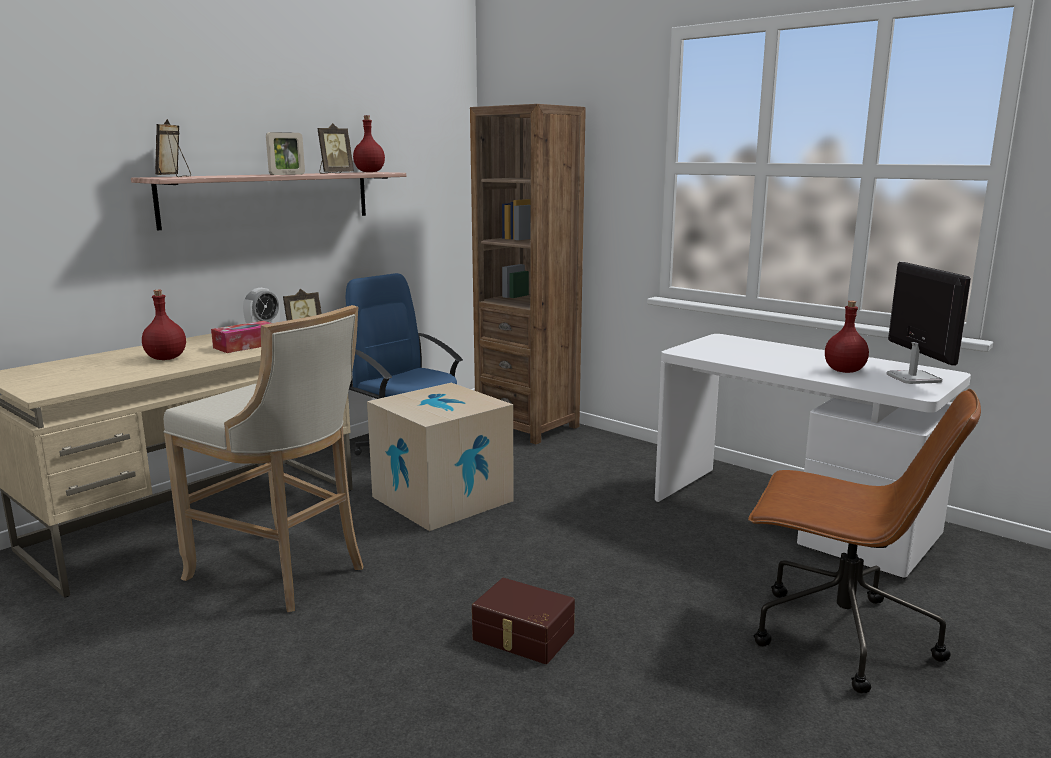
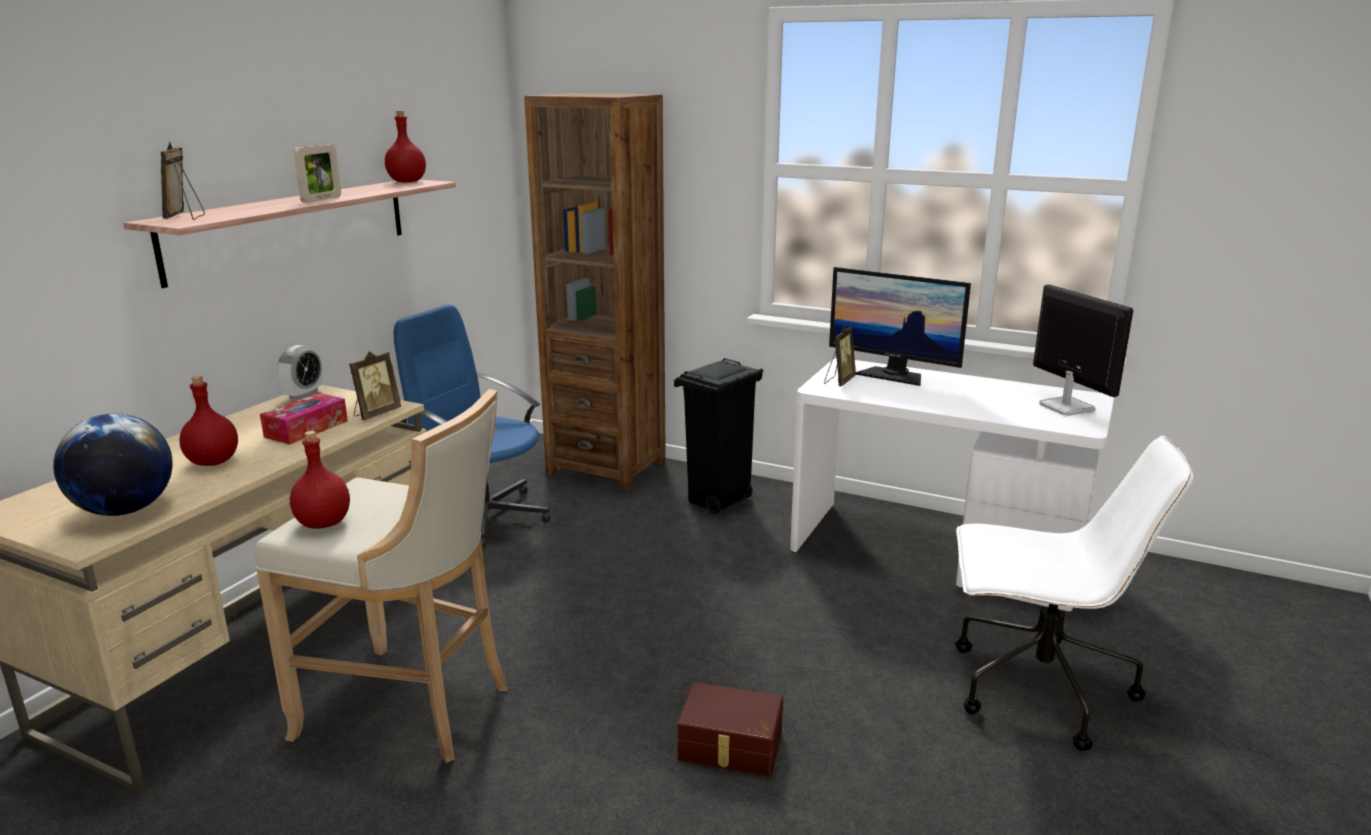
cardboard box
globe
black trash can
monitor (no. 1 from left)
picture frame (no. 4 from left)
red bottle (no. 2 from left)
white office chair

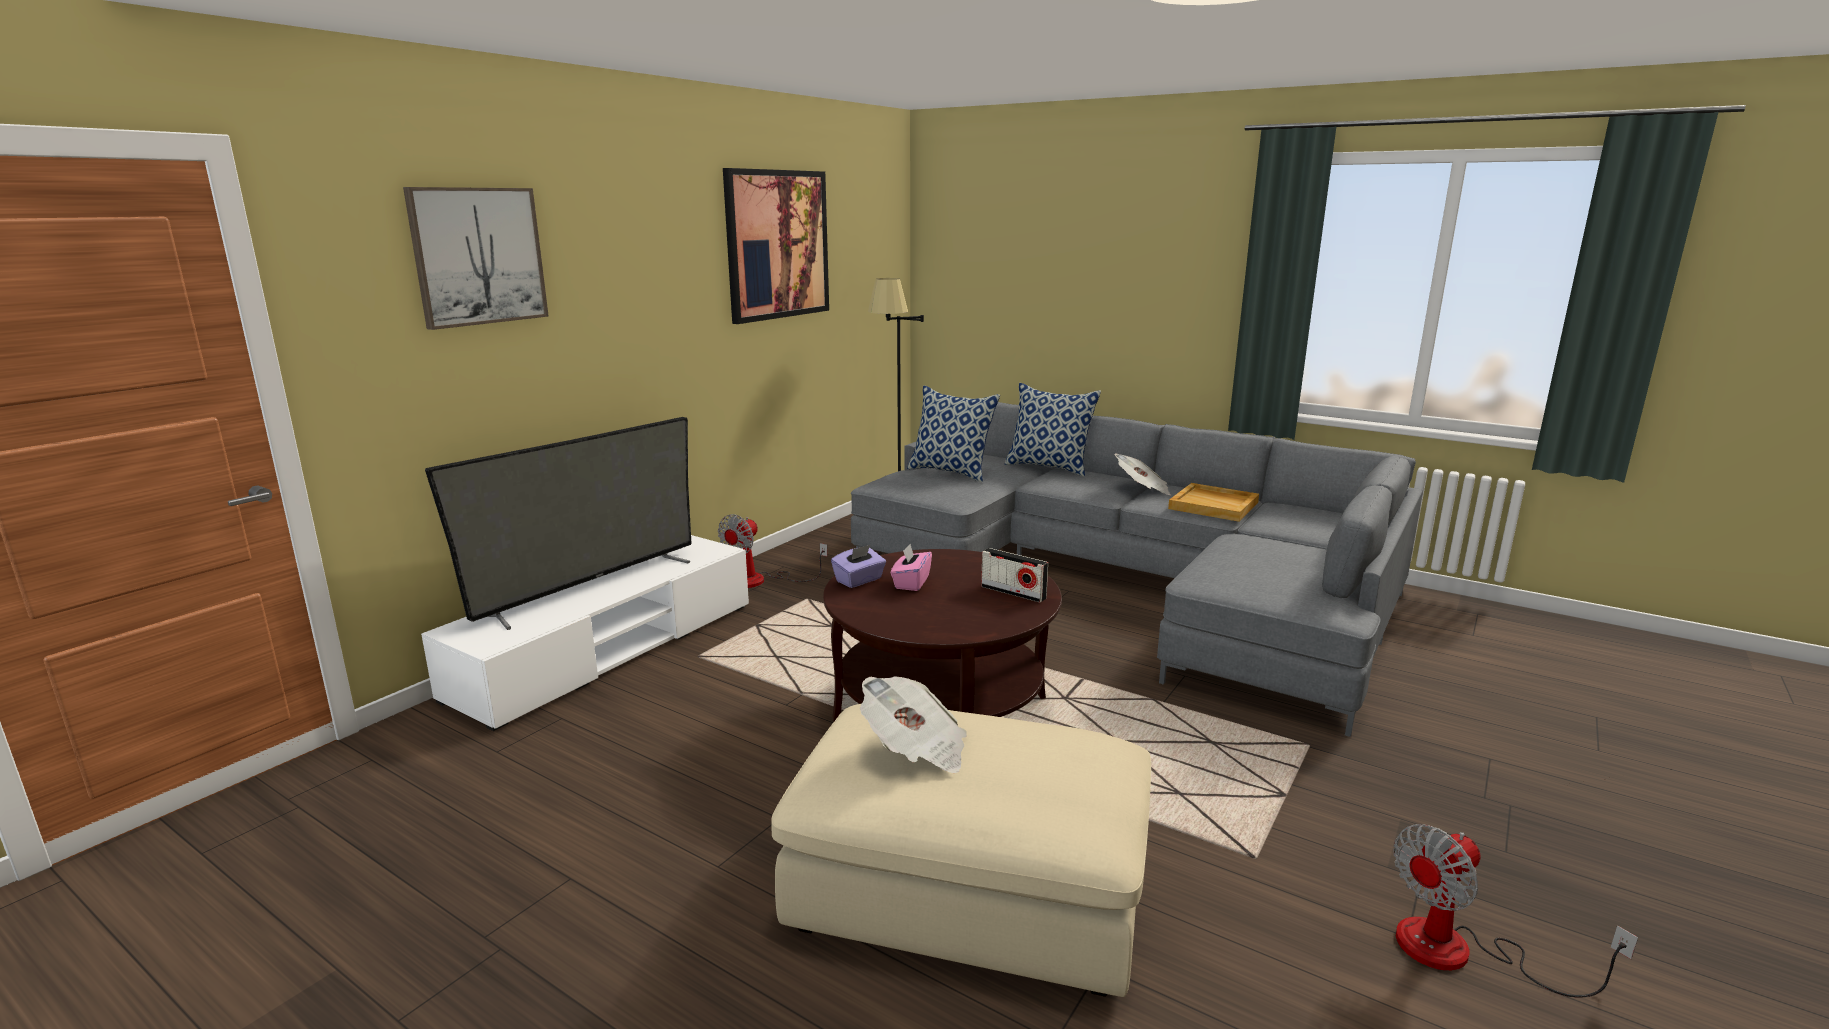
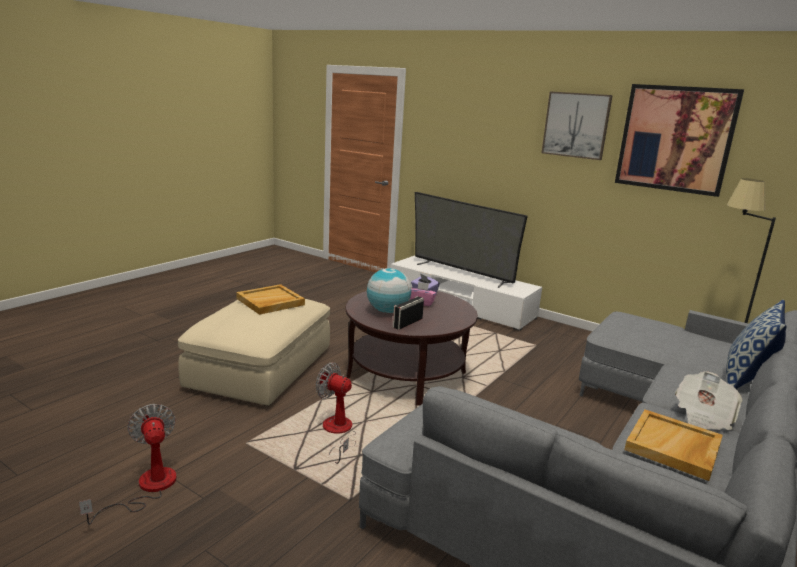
pillow (no. 1 from left in the first image)
globe
picture (no. 1 from left)
fan (no. 2 from left)
beige tray (no. 1 from left)

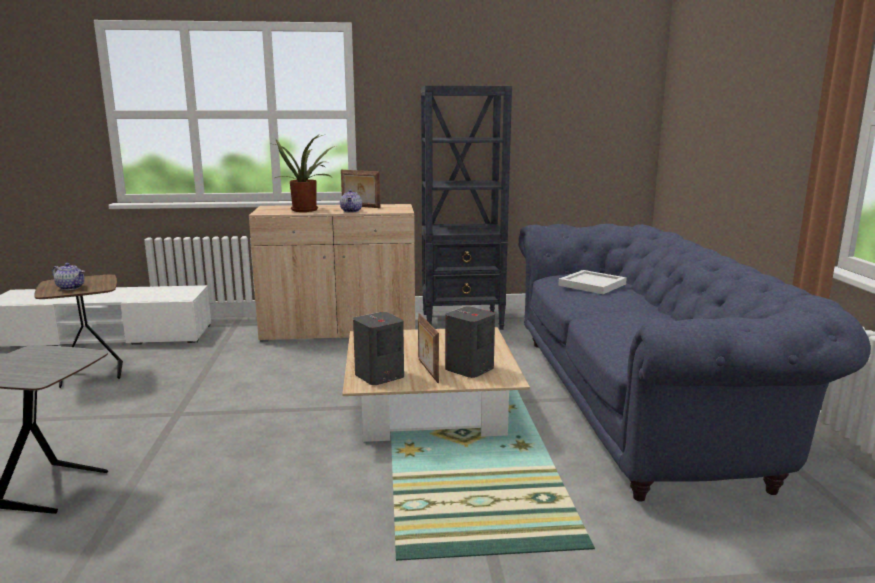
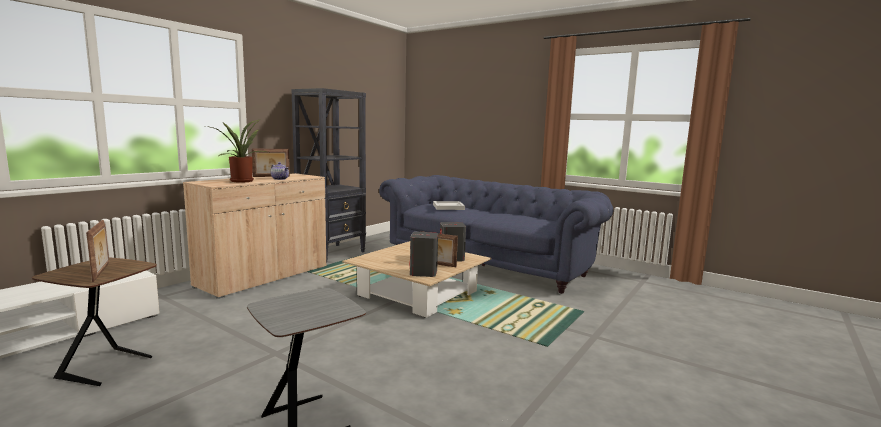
picture frame (no. 1 from left)

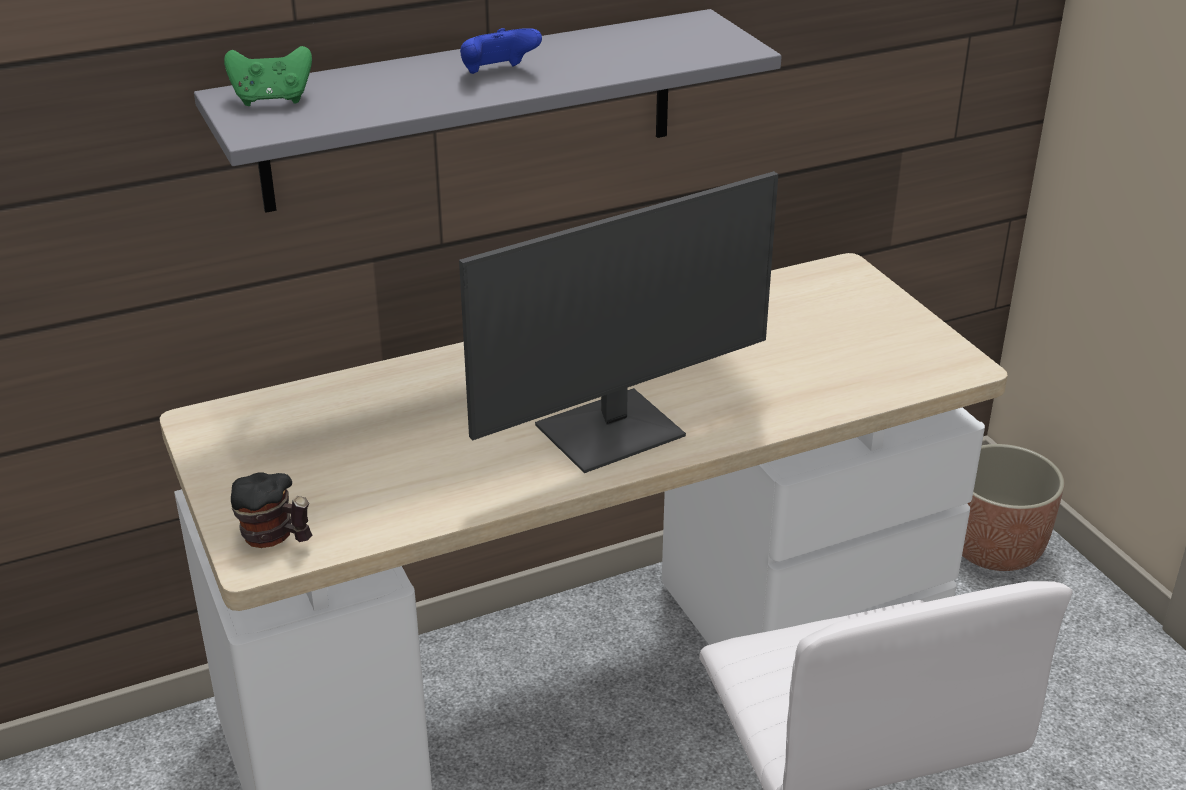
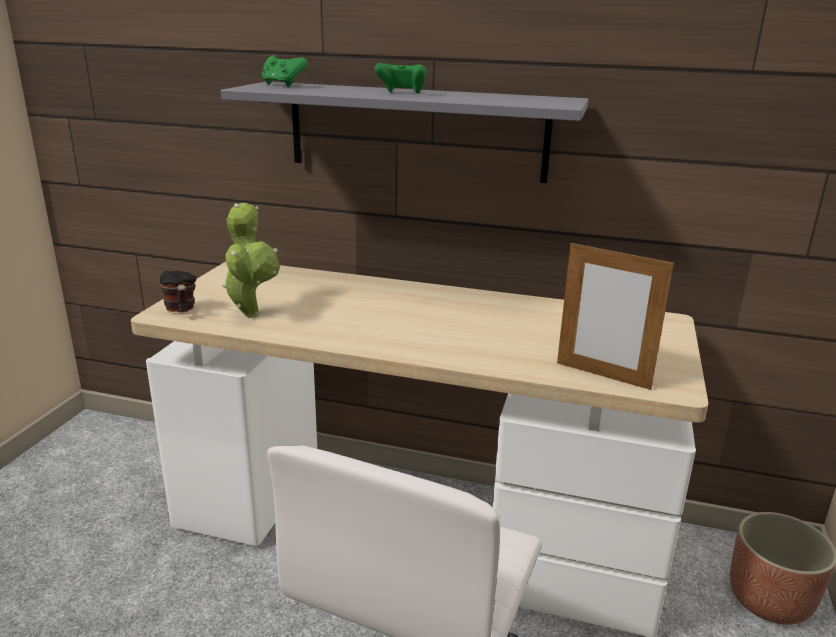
monitor
potted plant
picture frame
green game controller (no. 2 from left)

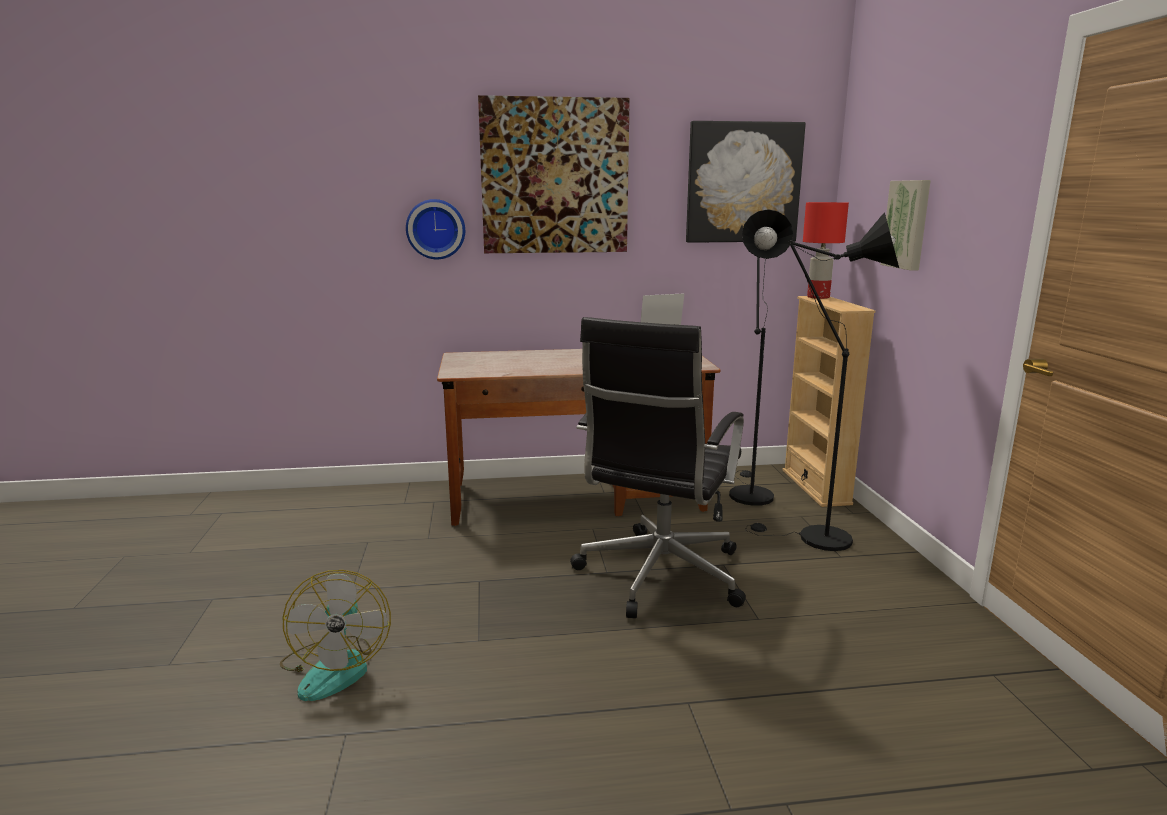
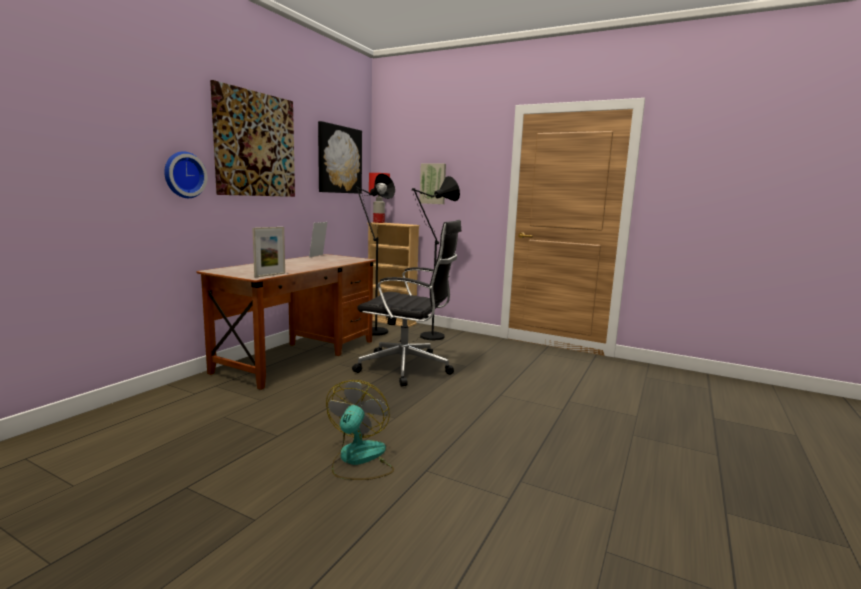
picture frame (no. 1 from left)
fan
black office chair

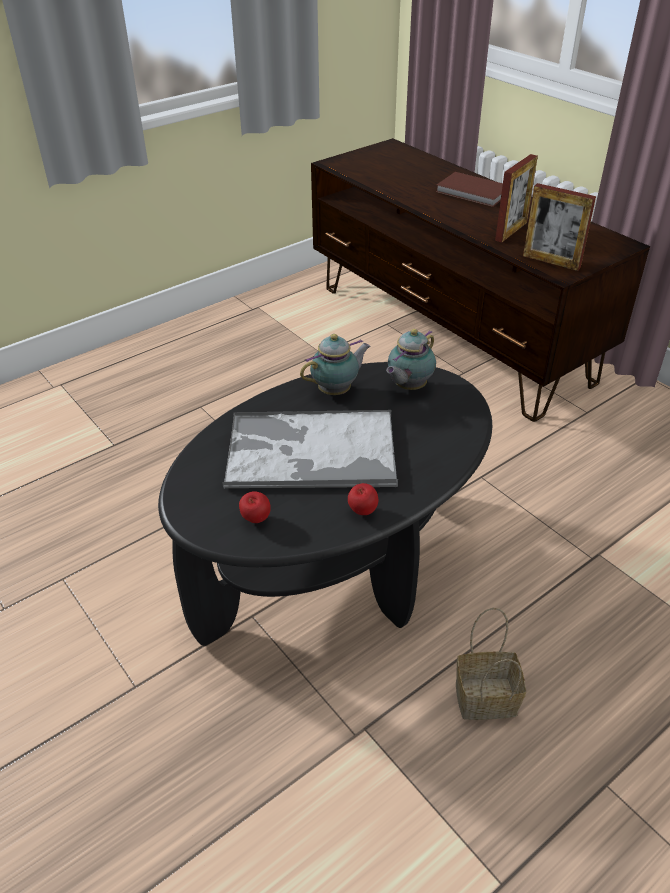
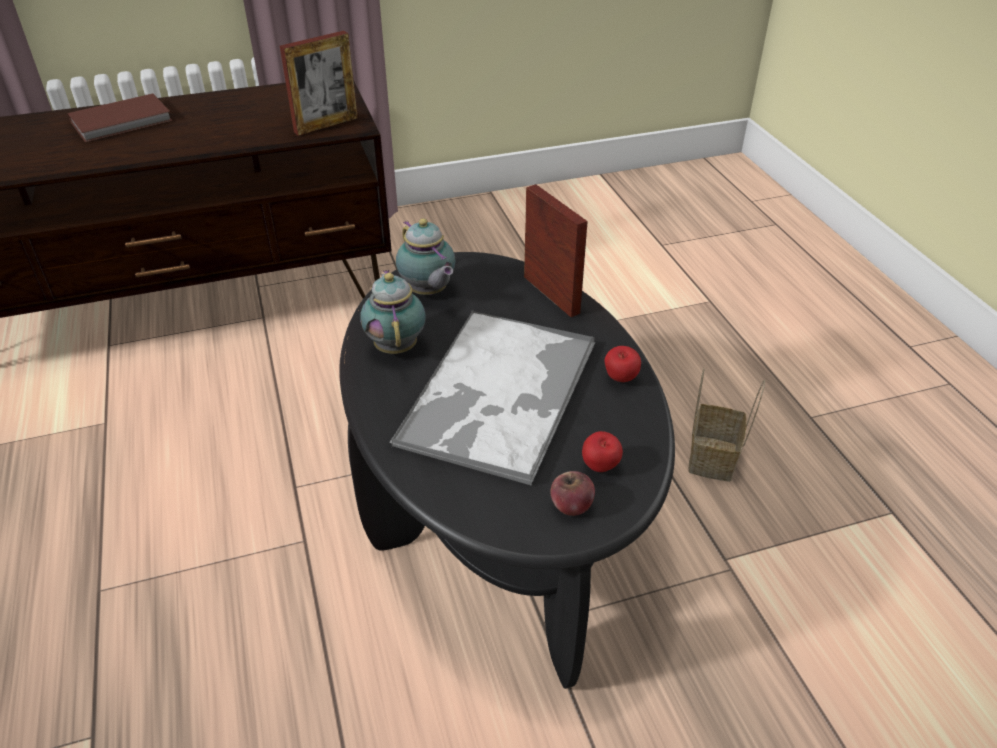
apple (no. 1 from left)
picture frame (no. 2 from left)

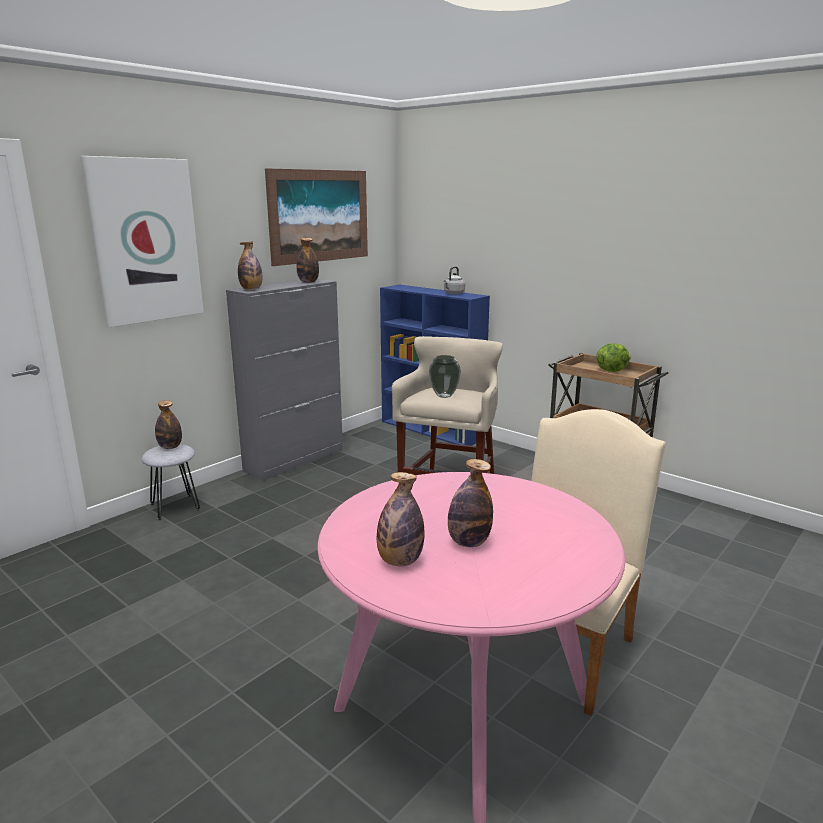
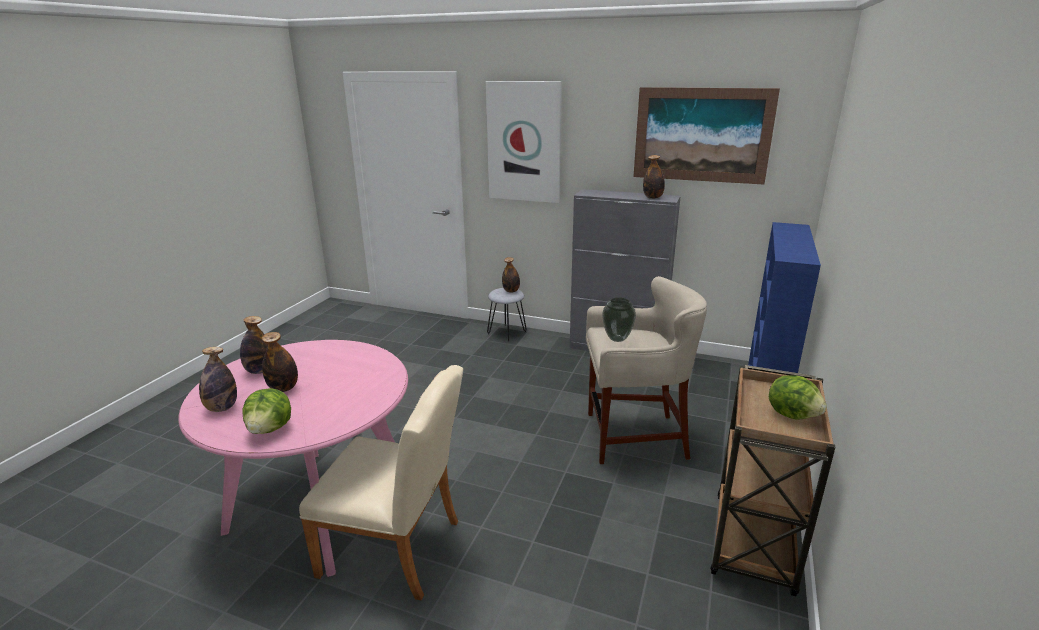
grey kettle
lettuce (no. 1 from left)
bottle (no. 1 from left)

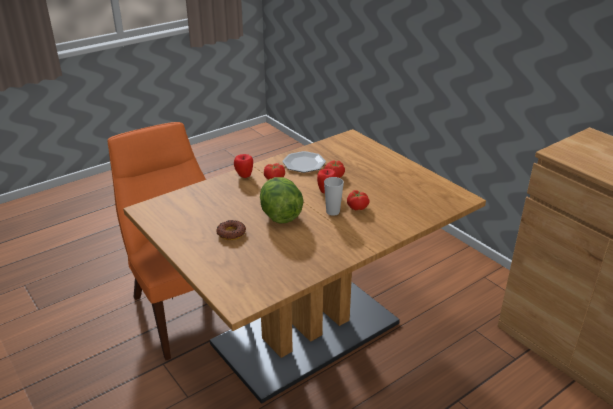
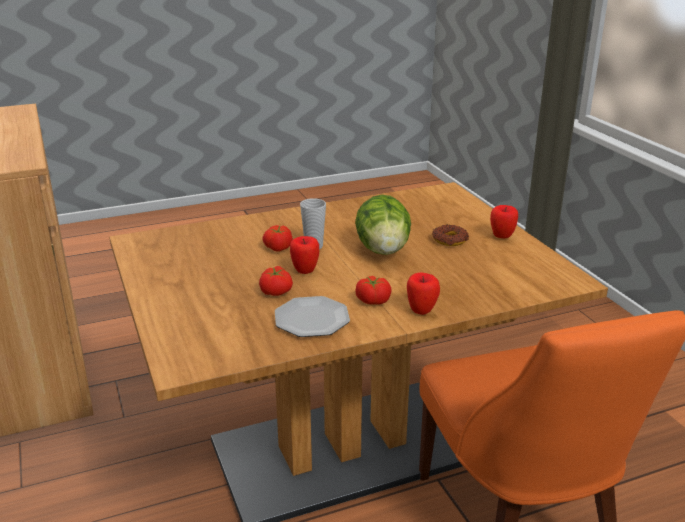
apple (no. 3 from left)

